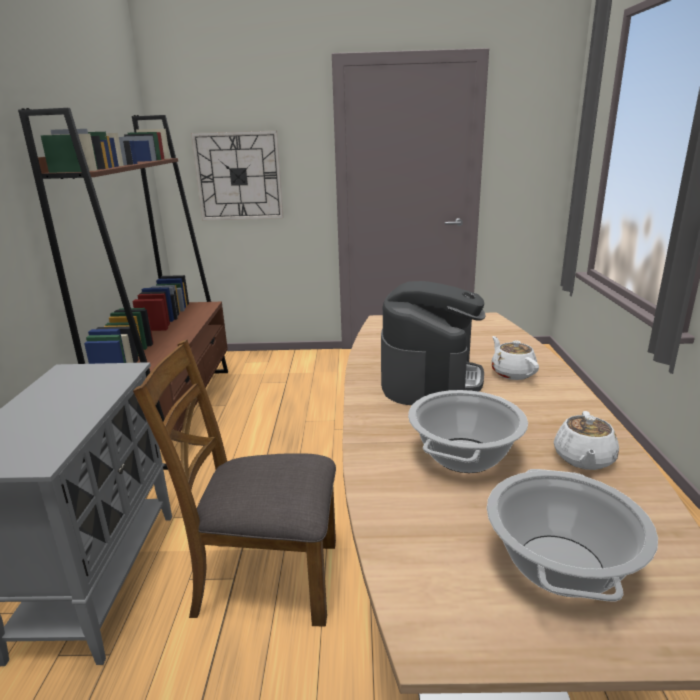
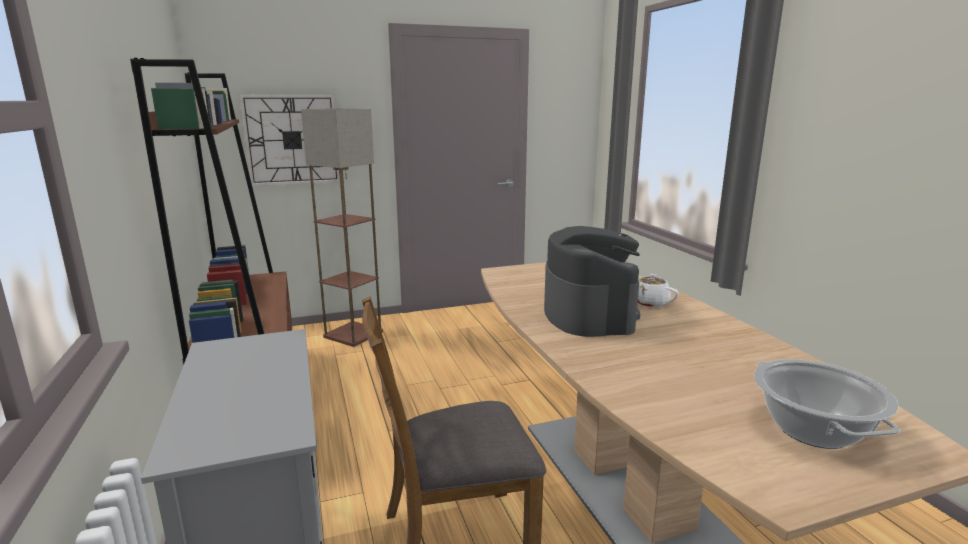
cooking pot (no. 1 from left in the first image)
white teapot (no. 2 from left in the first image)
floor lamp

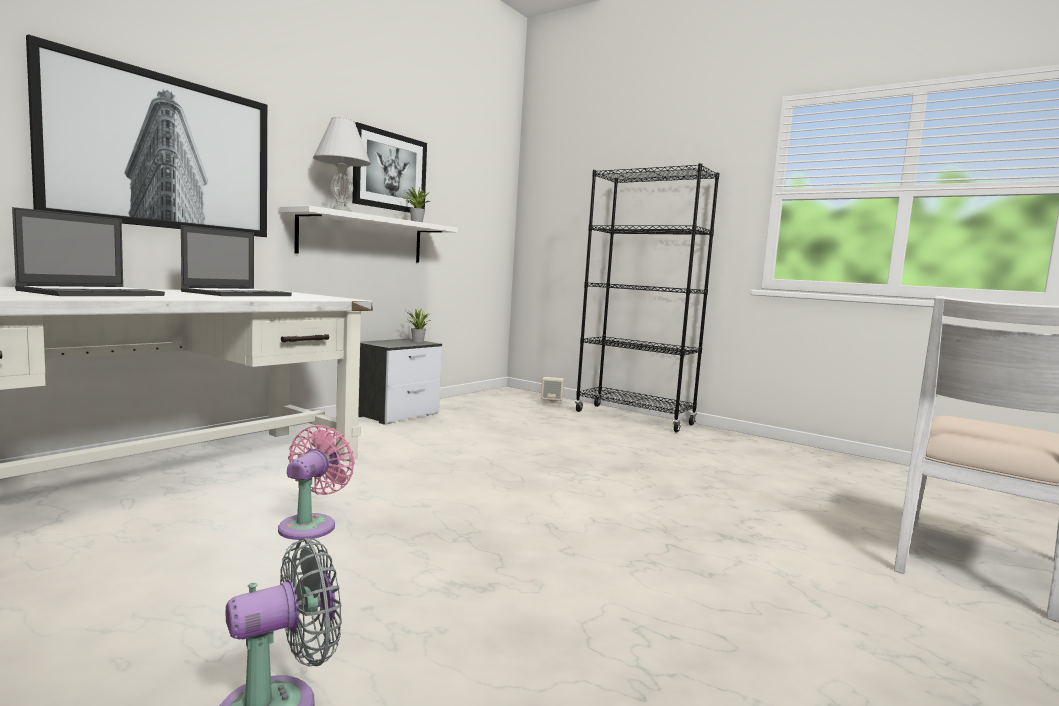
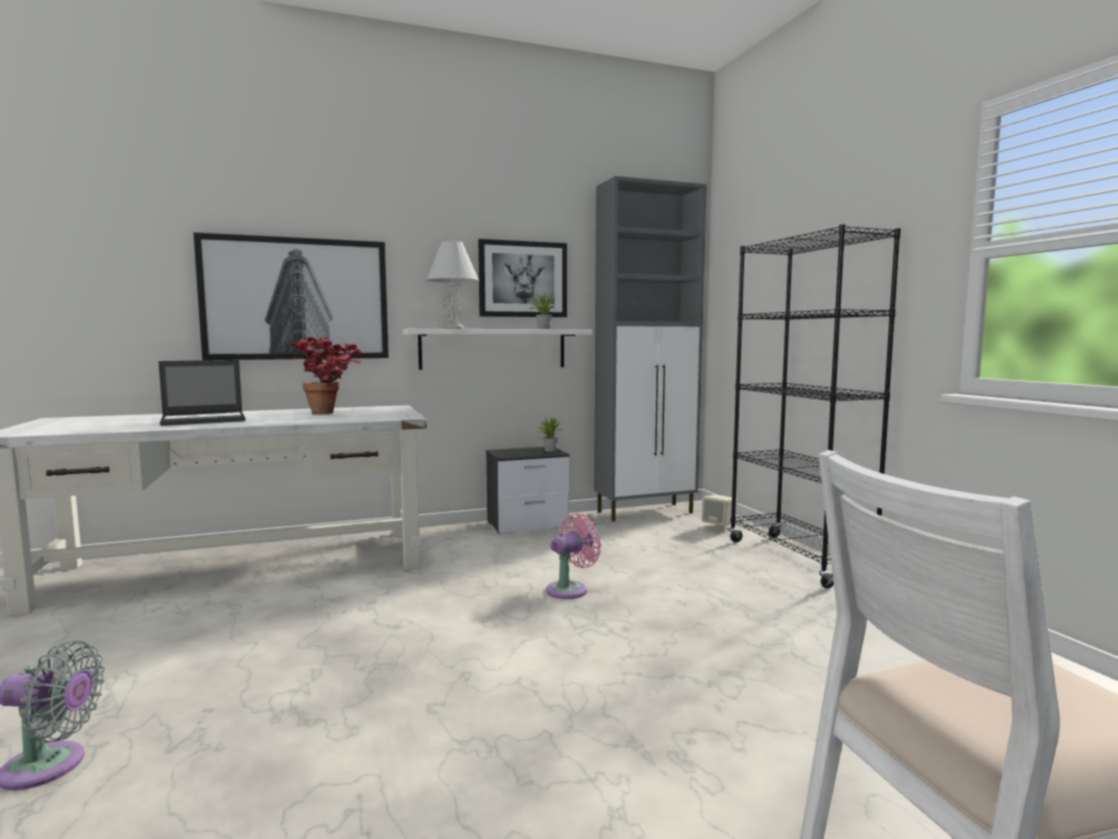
grey cabinet
pink fan
potted plant (no. 1 from left)

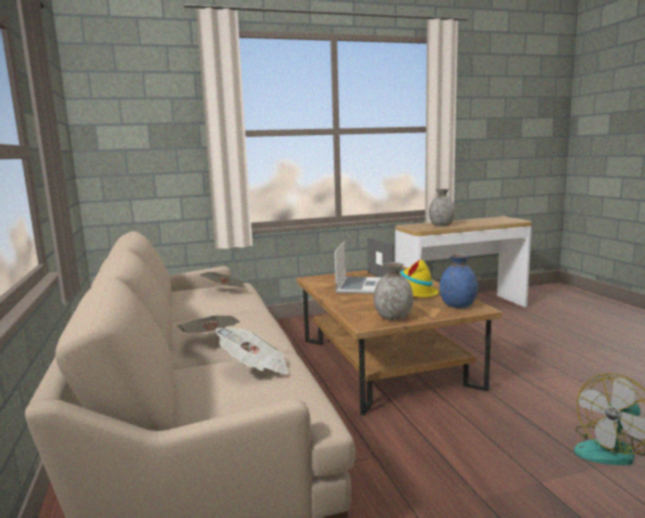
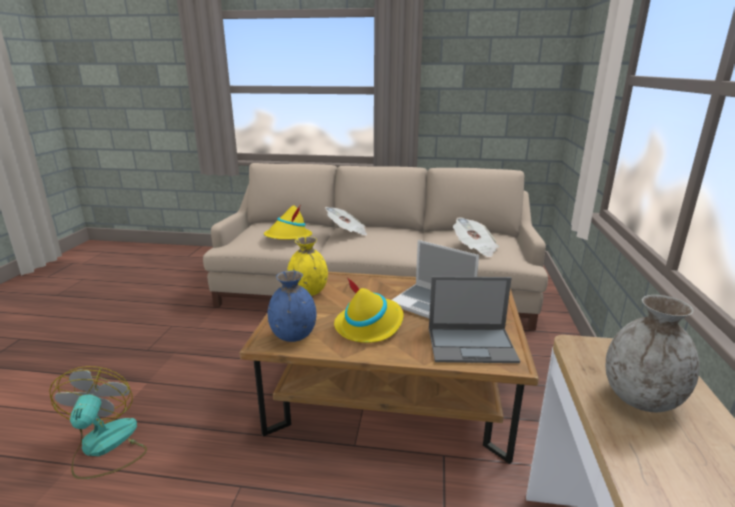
yellow hat (no. 1 from left)
yellow vase

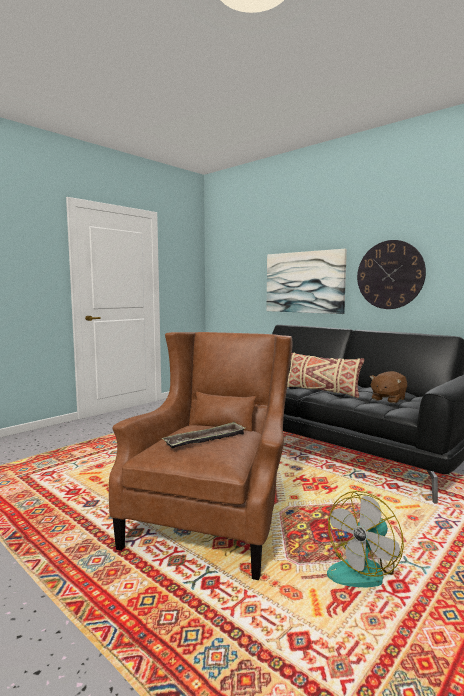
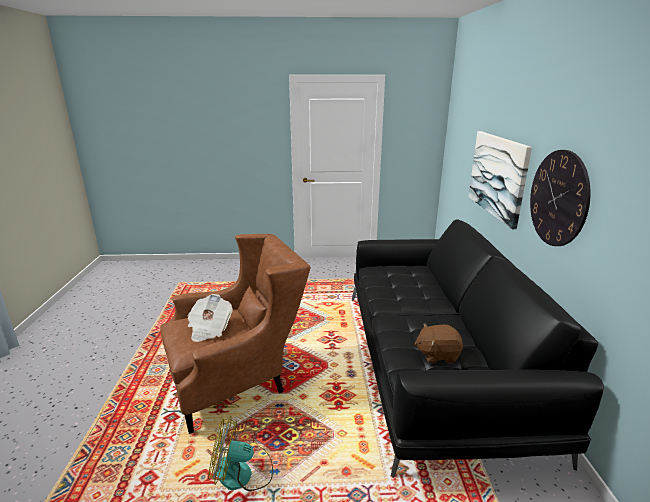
beige pillow
newspaper

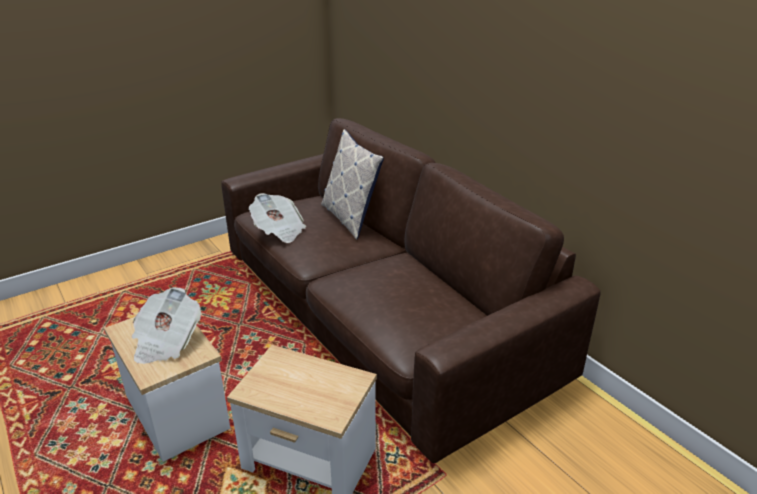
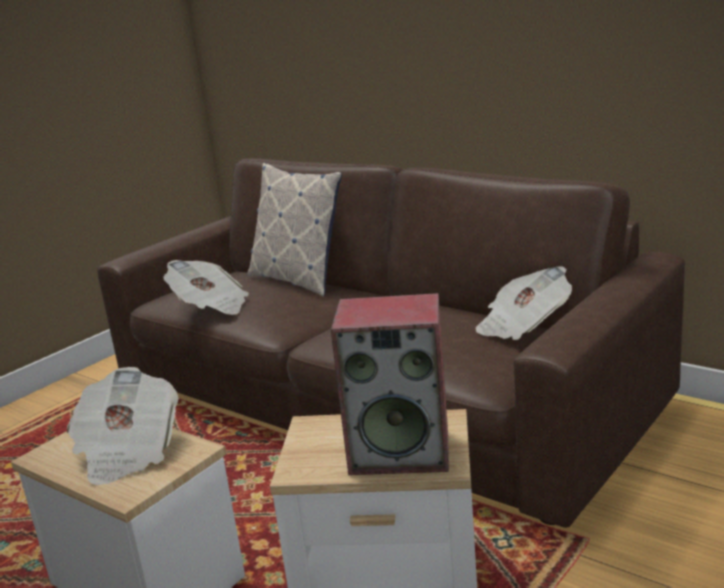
speaker
newspaper (no. 3 from left)

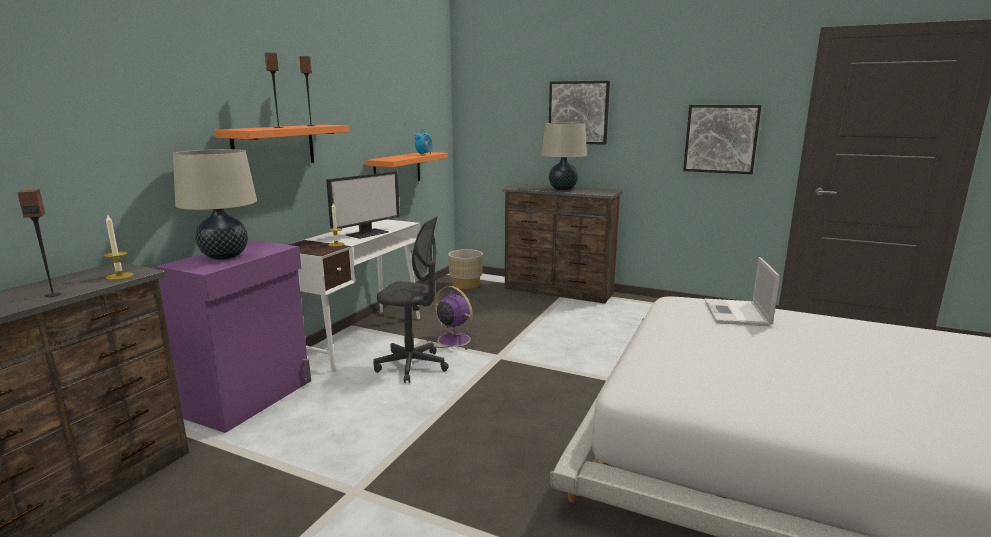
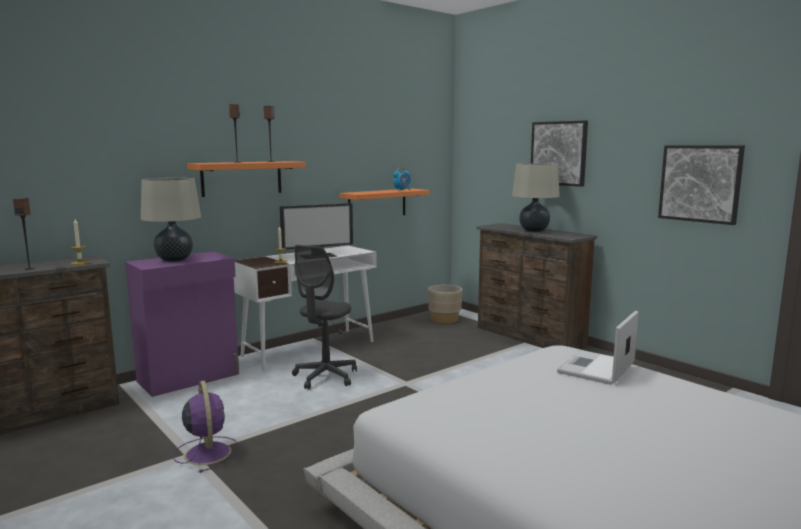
purple fan
grey office chair

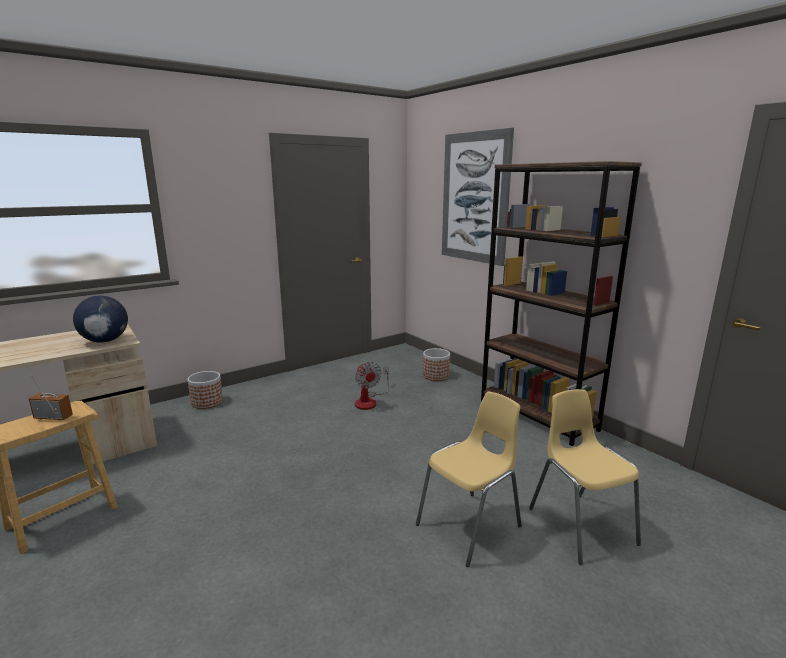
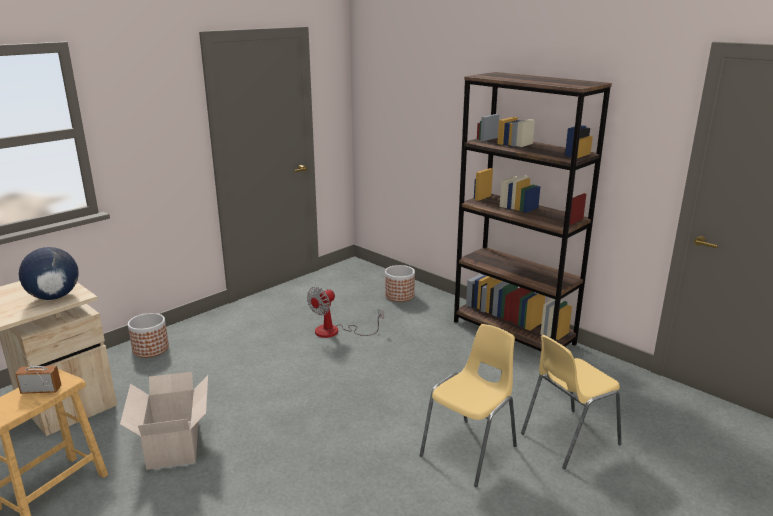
picture
cardboard box
fan
yellow chair (no. 2 from left)

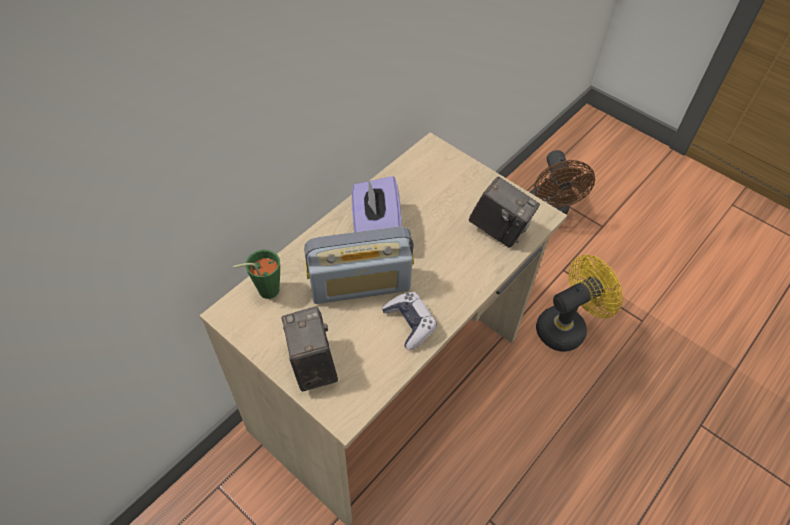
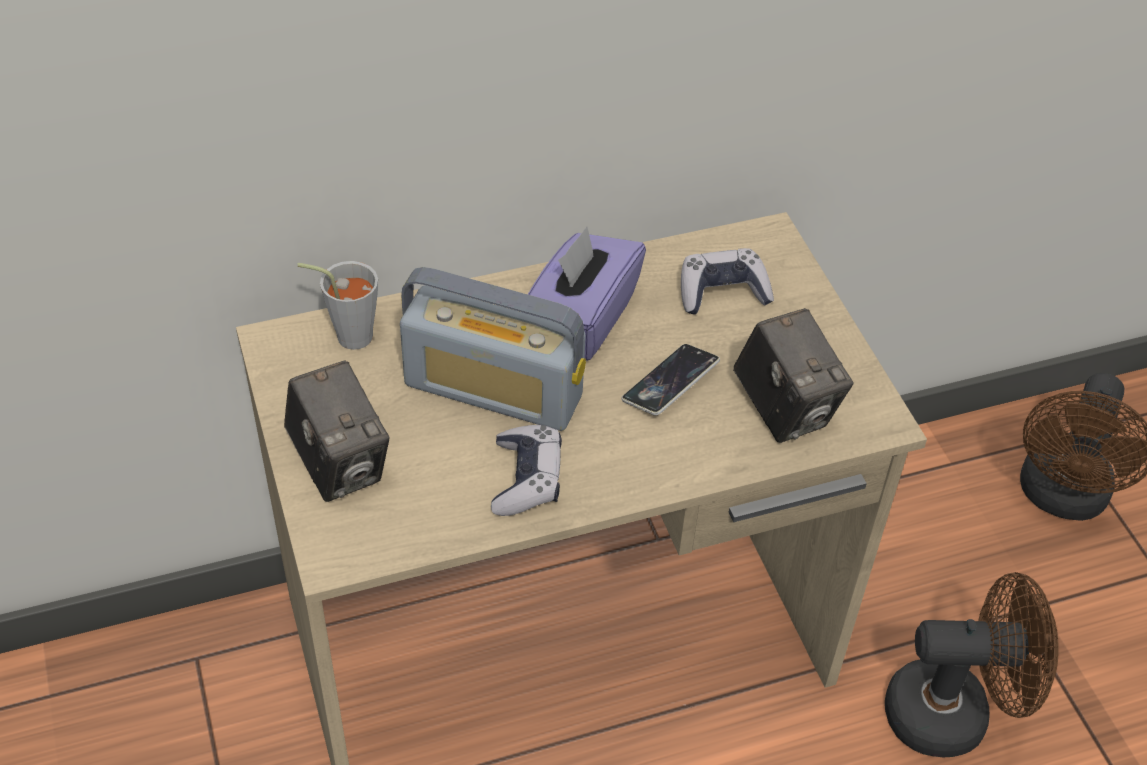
phone
game controller (no. 2 from left)
grey cup
brown fan (no. 1 from left)
photo camera (no. 1 from left)

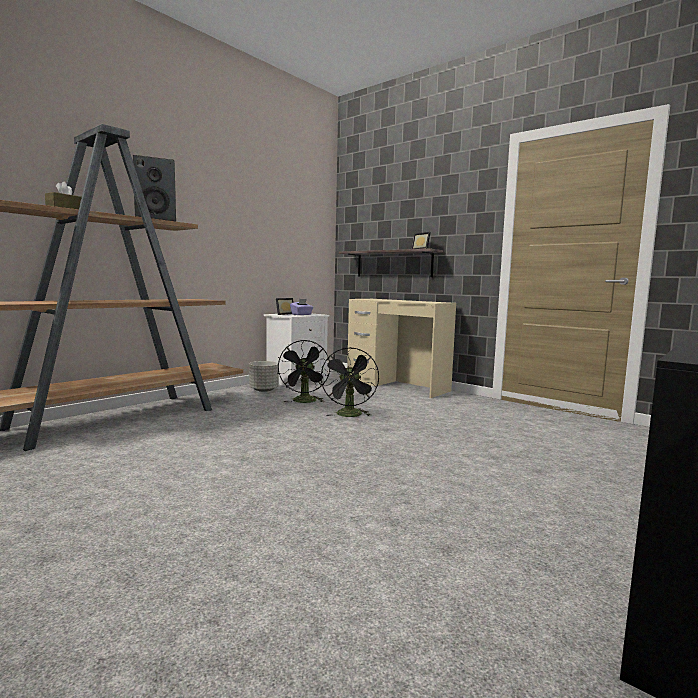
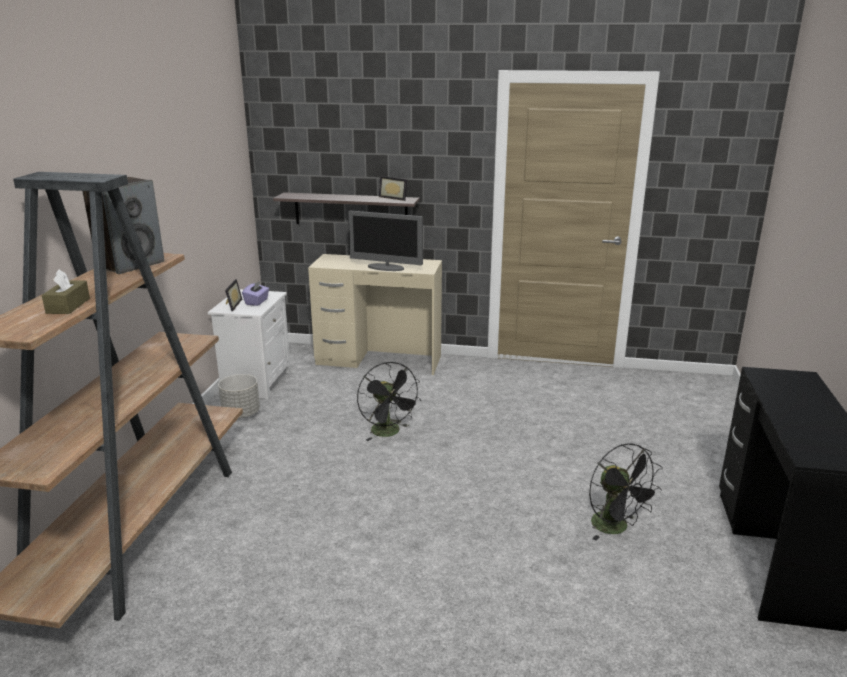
monitor
black fan (no. 2 from left)

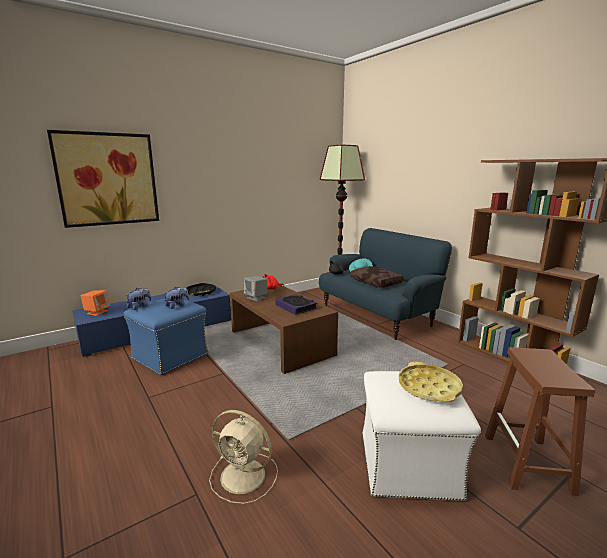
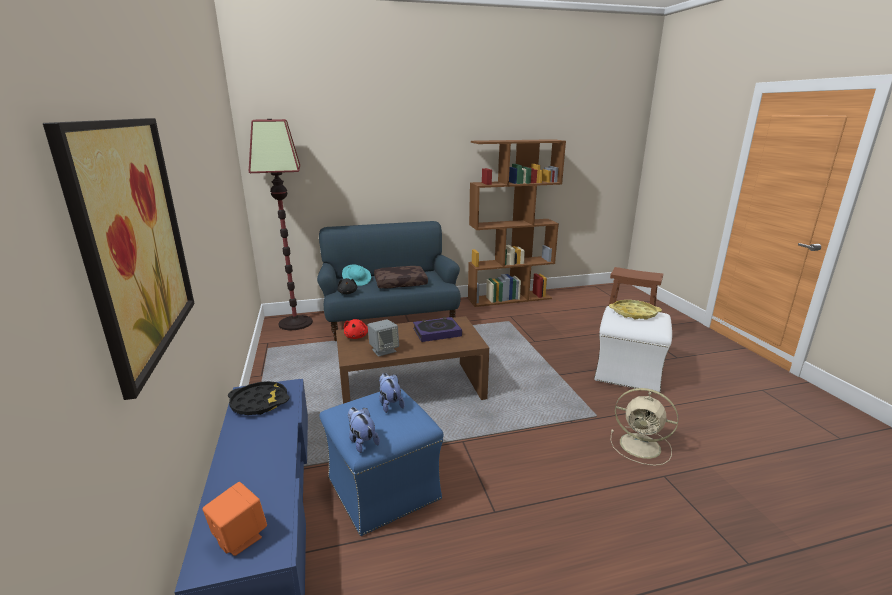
beige fan

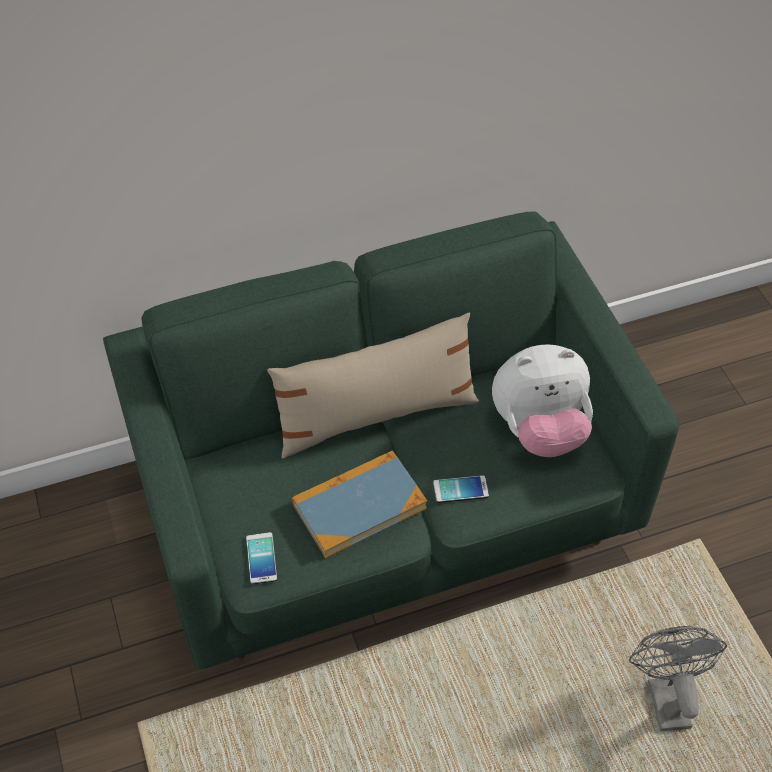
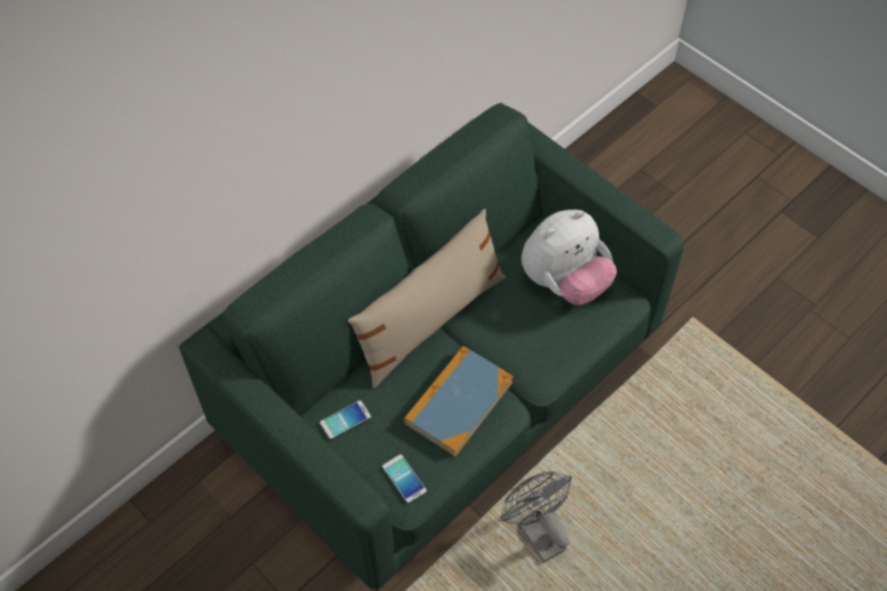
phone (no. 1 from left)
grey fan

